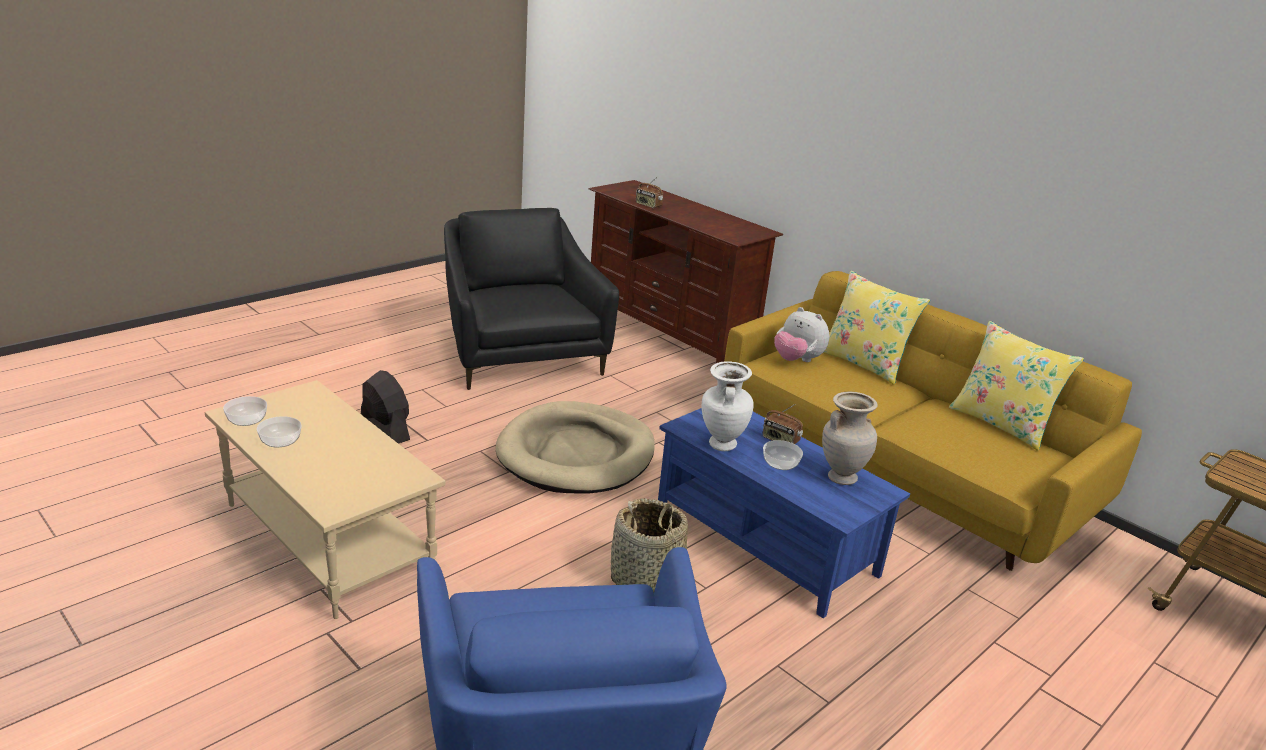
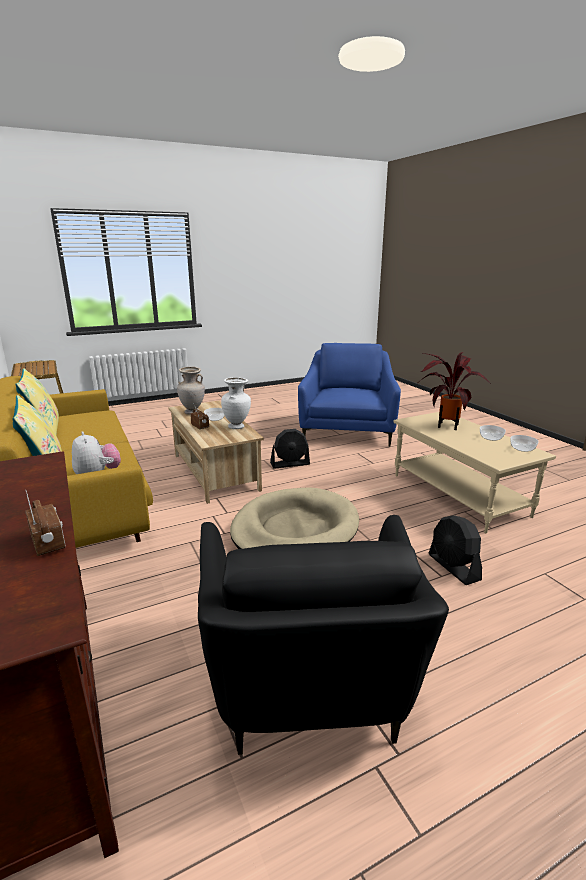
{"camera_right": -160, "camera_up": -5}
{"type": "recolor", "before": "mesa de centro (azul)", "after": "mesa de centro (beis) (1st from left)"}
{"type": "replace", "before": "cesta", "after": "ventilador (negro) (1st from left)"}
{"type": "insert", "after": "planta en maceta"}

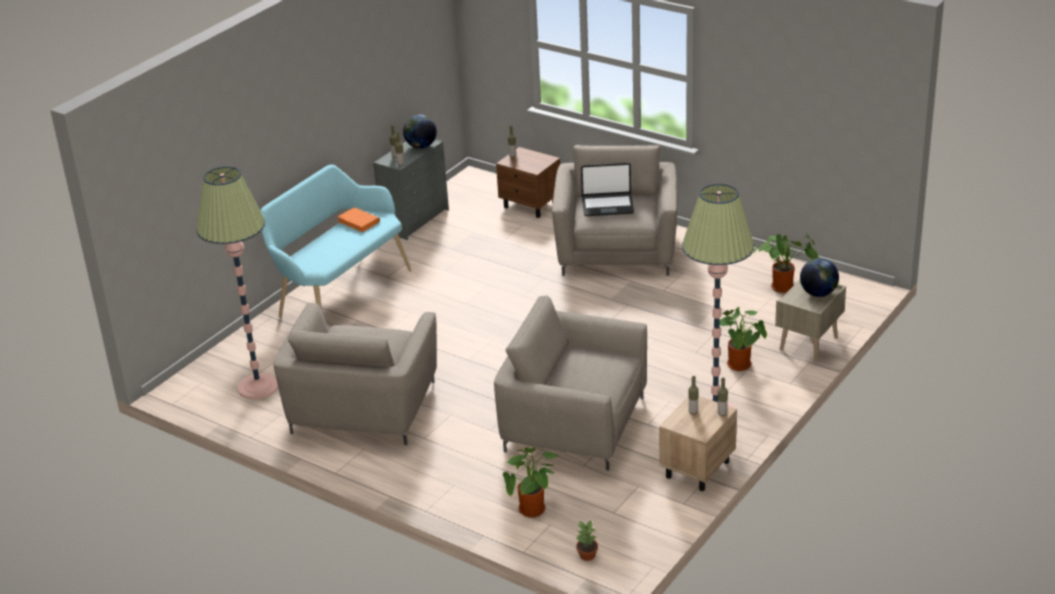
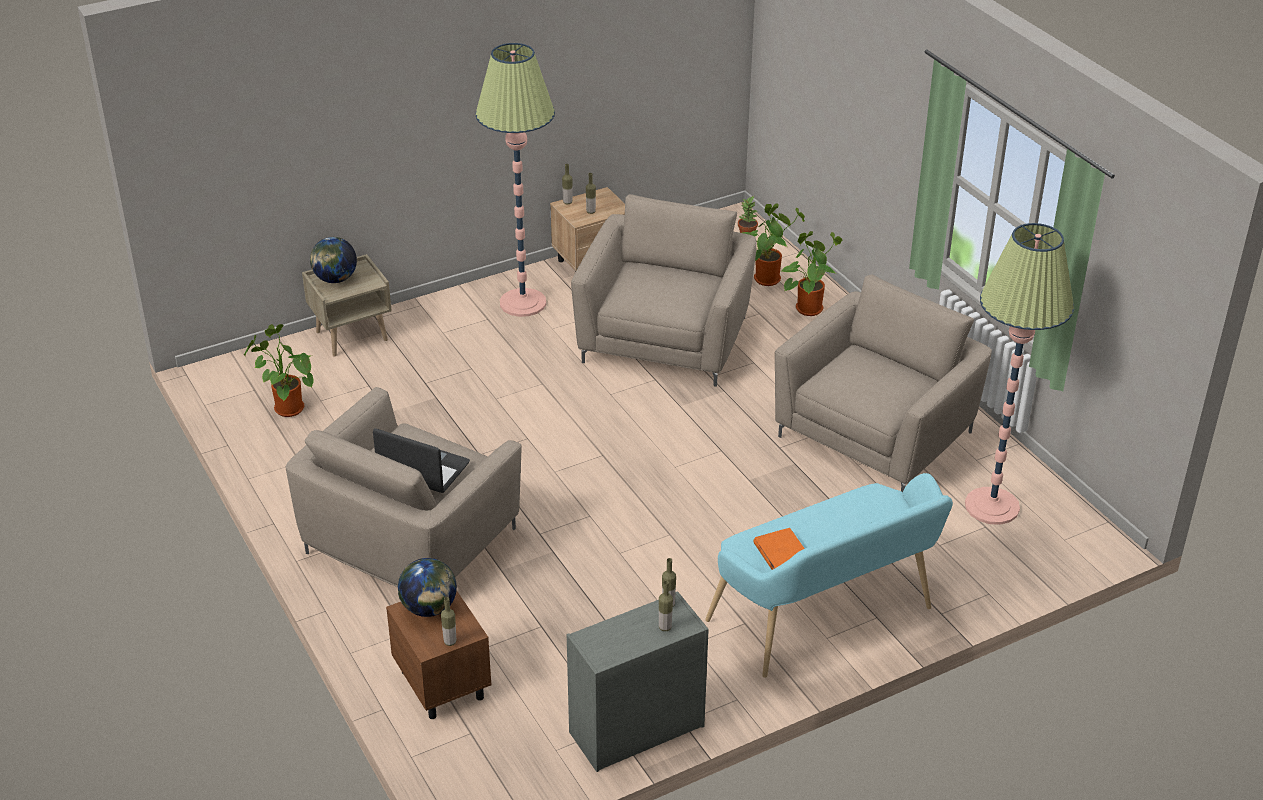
{"camera_right": -155, "camera_up": 5}
{"type": "move", "before": "globo terráqueo (1st from left in the first image)", "after": "globo terráqueo (2nd from left)"}
{"type": "rotate", "before": "sillón (beis) (2nd from left)", "turn": -120}
{"type": "move", "before": "planta en maceta (3rd from left in the first image)", "after": "planta en maceta (4th from left)"}

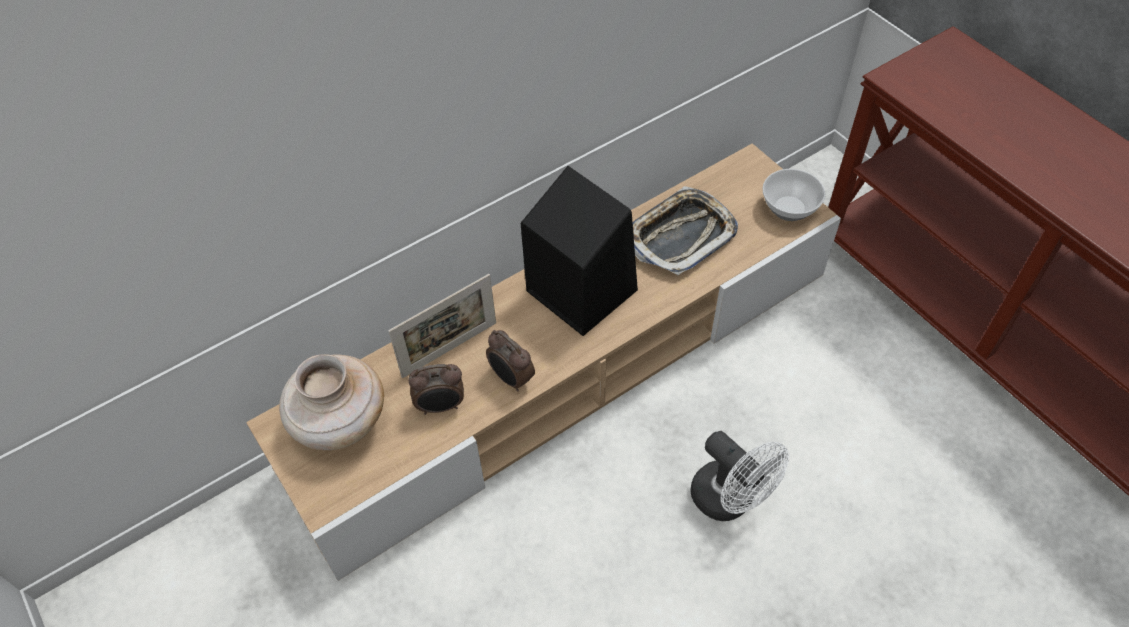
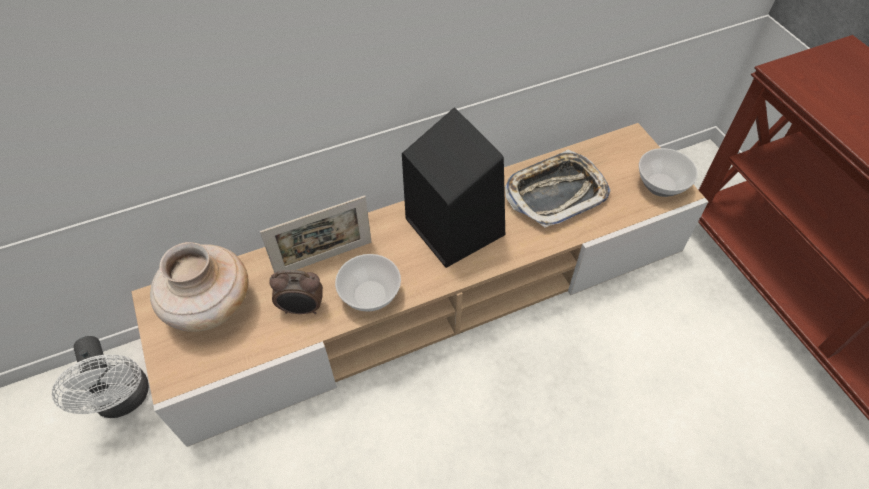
{"camera_right": 10, "camera_up": 0}
{"type": "move", "before": "ventilador (blanco)"}
{"type": "replace", "before": "despertador (2nd from left)", "after": "cuenco (1st from left)"}

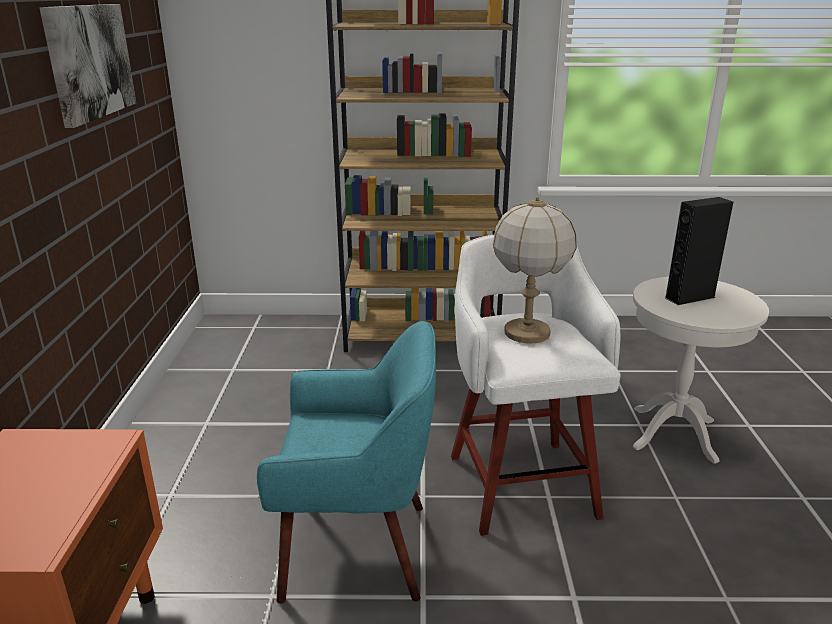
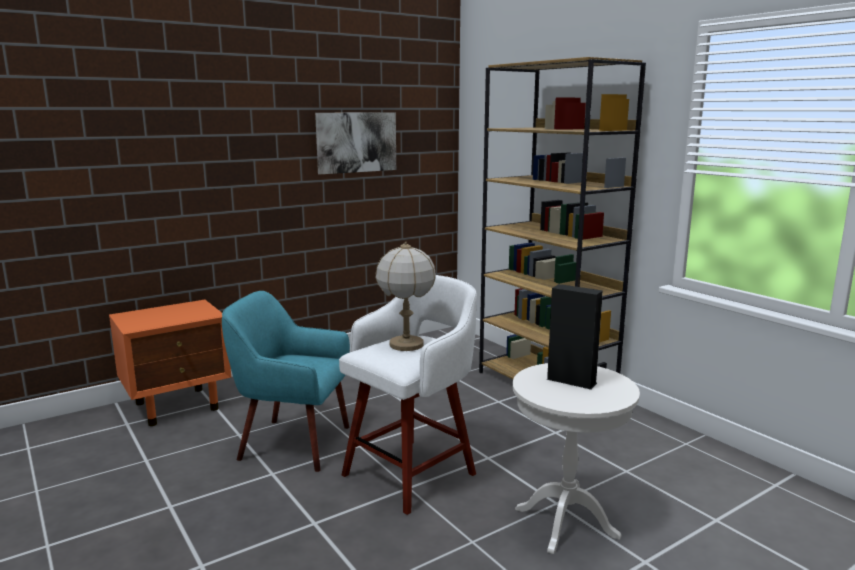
{"camera_right": 55, "camera_up": -10}
{"type": "rotate", "before": "sillón (turquesa)", "turn": 135}

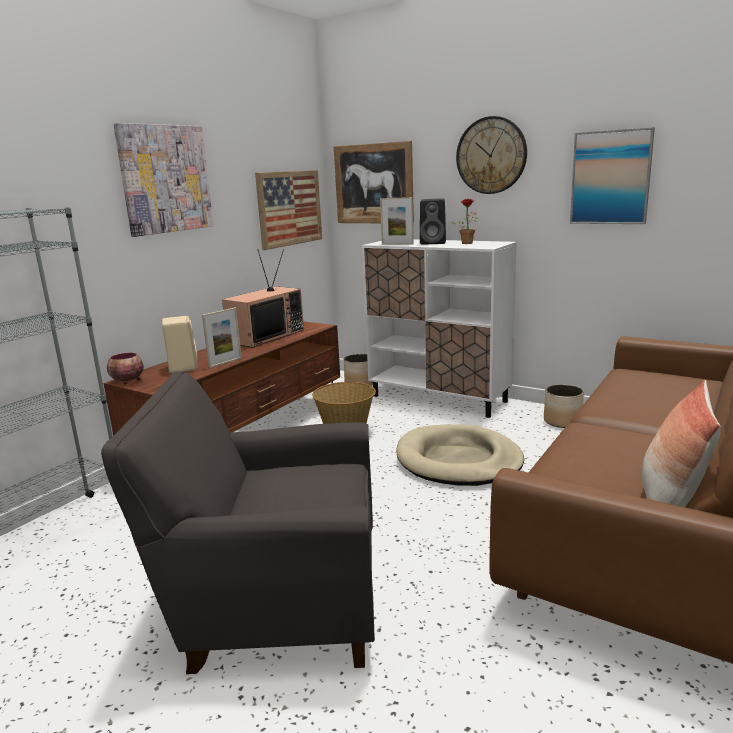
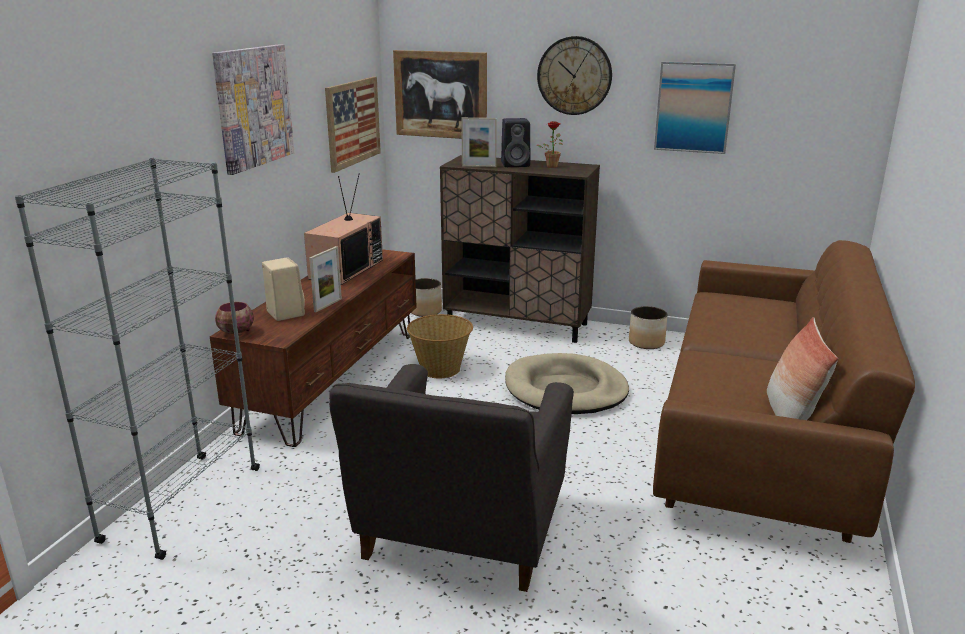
{"camera_right": -15, "camera_up": 5}
{"type": "rotate", "before": "sillón (gris)", "turn": -60}
{"type": "recolor", "before": "armario (blanco)", "after": "armario (marrón)"}

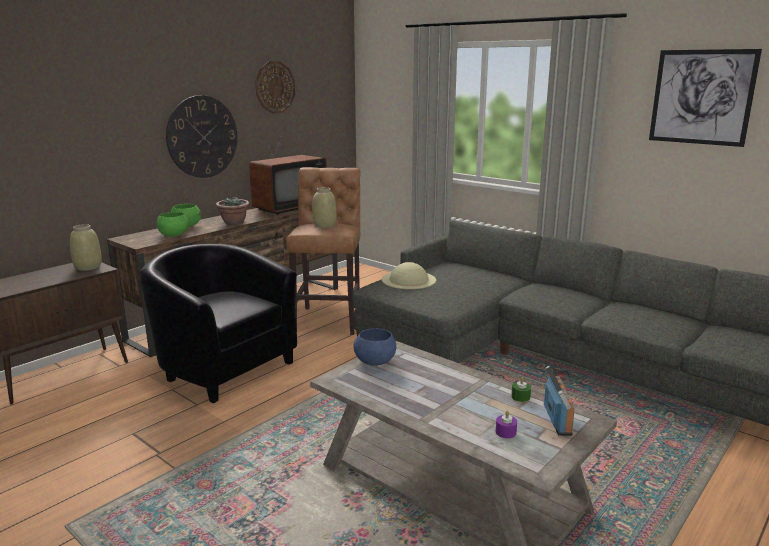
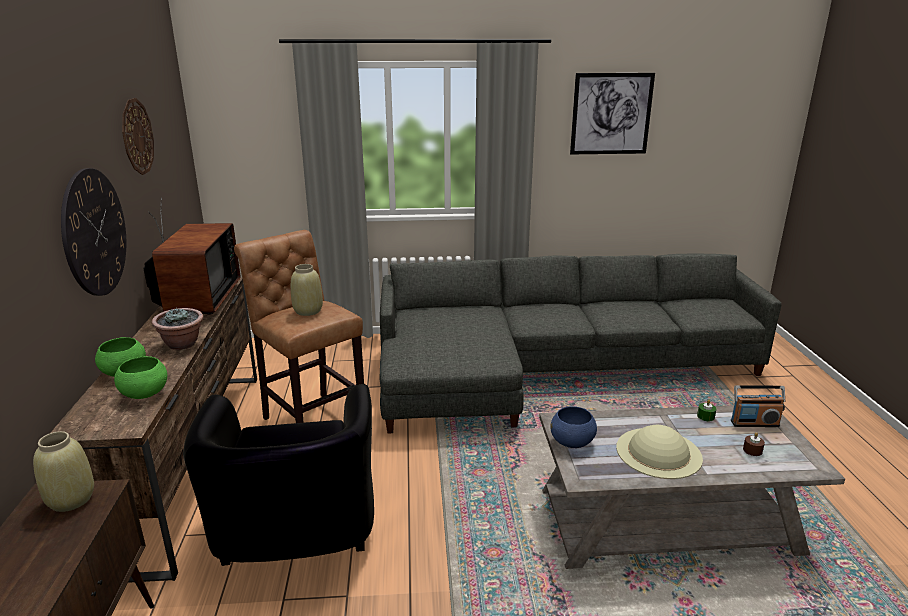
{"camera_right": -45, "camera_up": 5}
{"type": "rotate", "before": "sillón (negro)", "turn": -90}
{"type": "move", "before": "sombrero (beis)"}
{"type": "rotate", "before": "radio", "turn": 135}
{"type": "recolor", "before": "vela (morado)", "after": "vela (marrón)"}

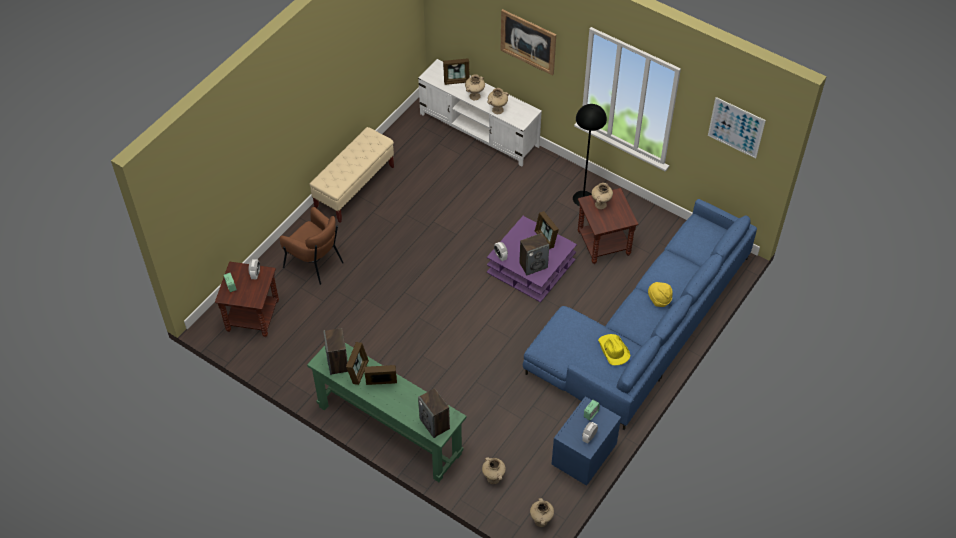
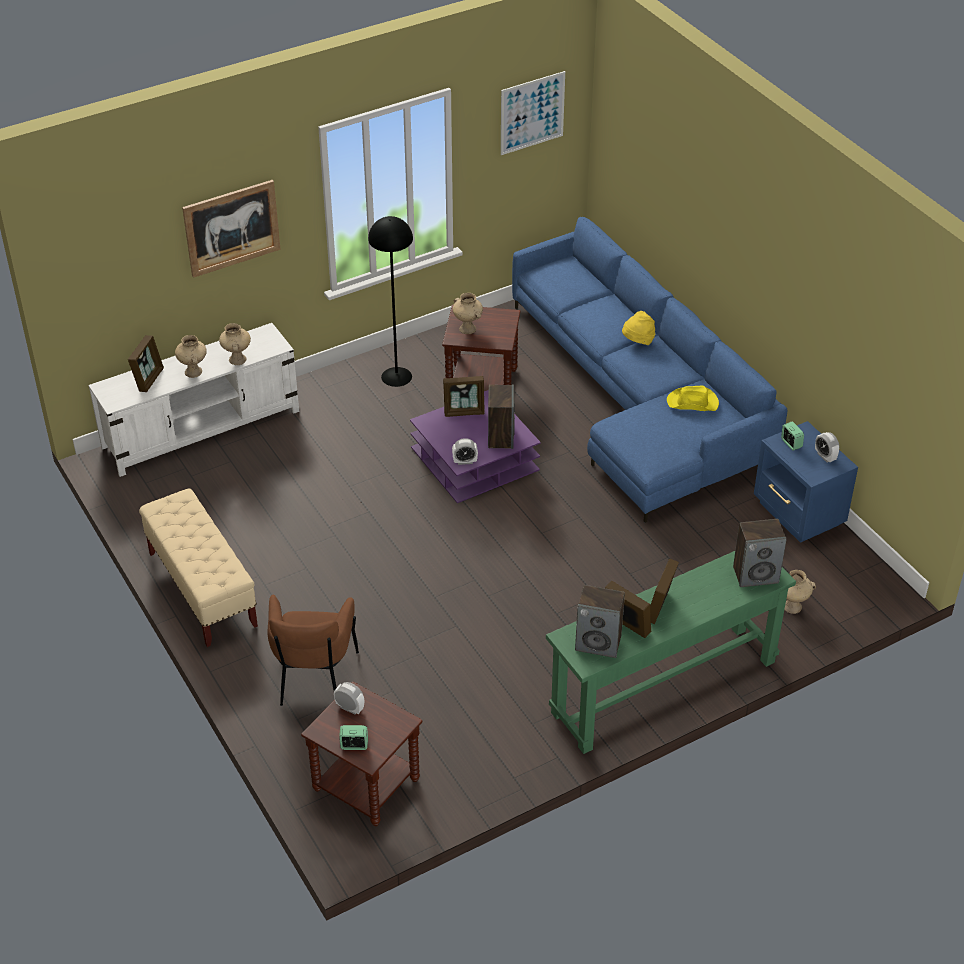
{"camera_right": -65, "camera_up": -10}
{"type": "rotate", "before": "sillón (marrón)", "turn": 120}
{"type": "delete", "before": "florero (beis) (4th from left)"}

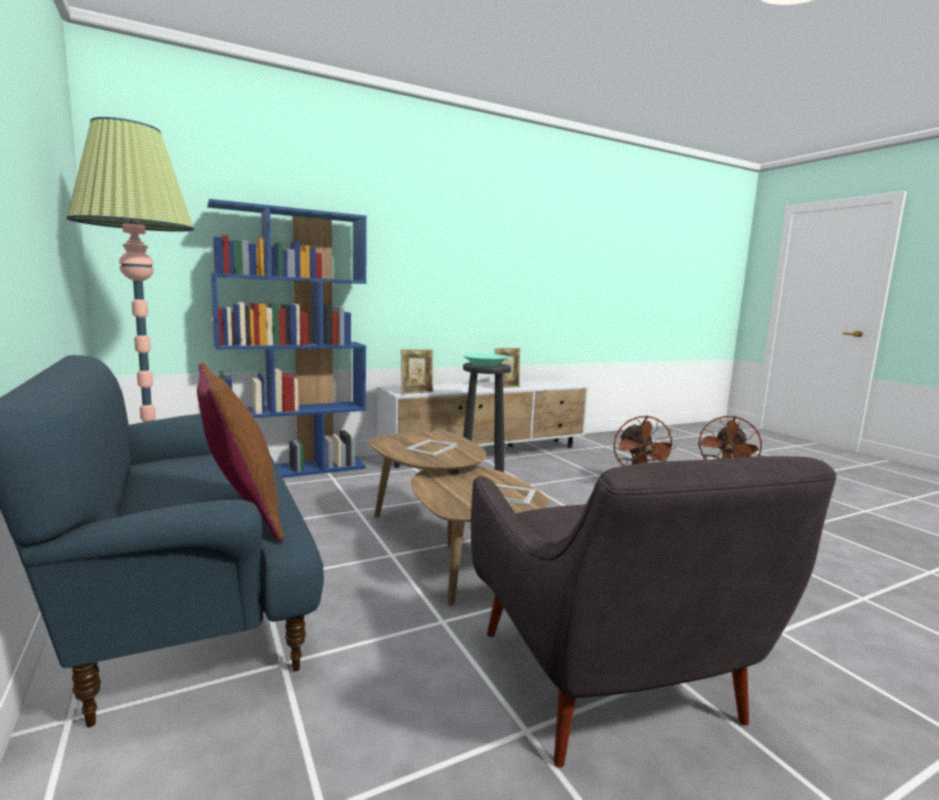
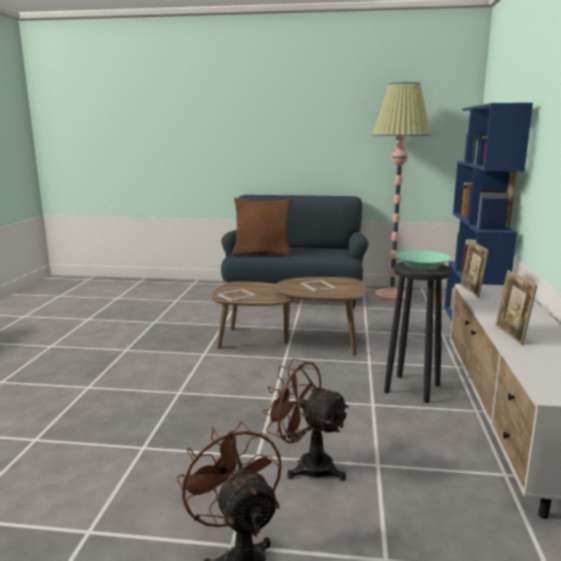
{"camera_right": 125, "camera_up": 5}
{"type": "delete", "before": "sillón (gris)"}

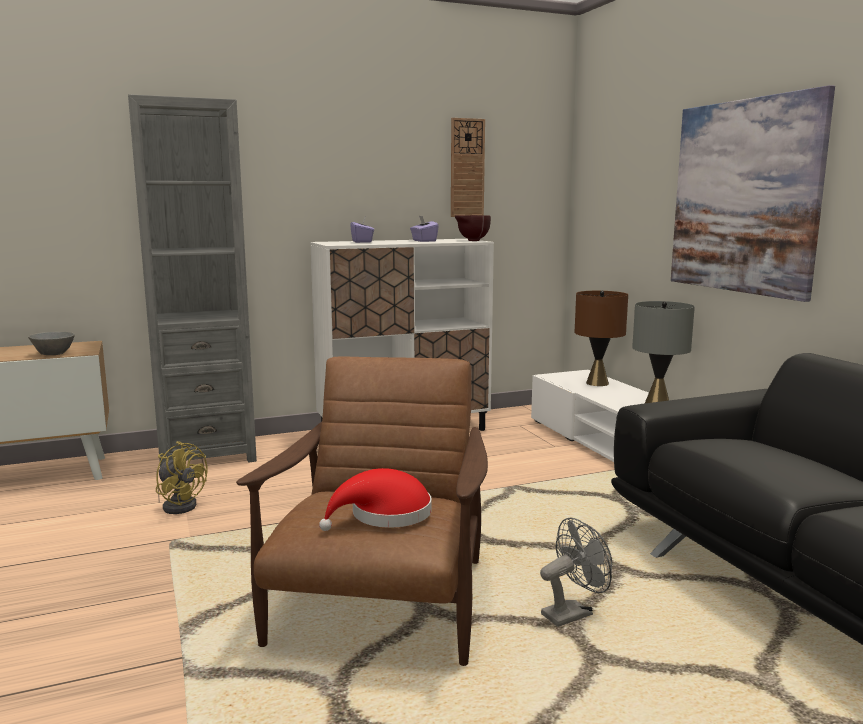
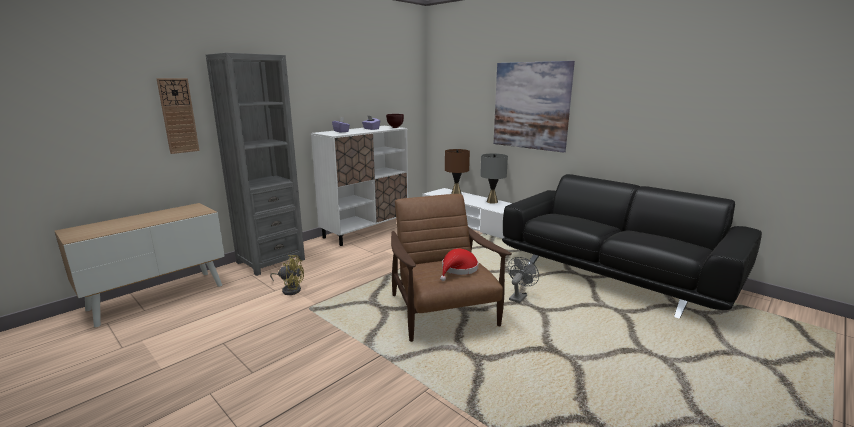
{"camera_right": -25, "camera_up": 5}
{"type": "move", "before": "reloj de pared"}
{"type": "delete", "before": "cuenco (gris)"}

